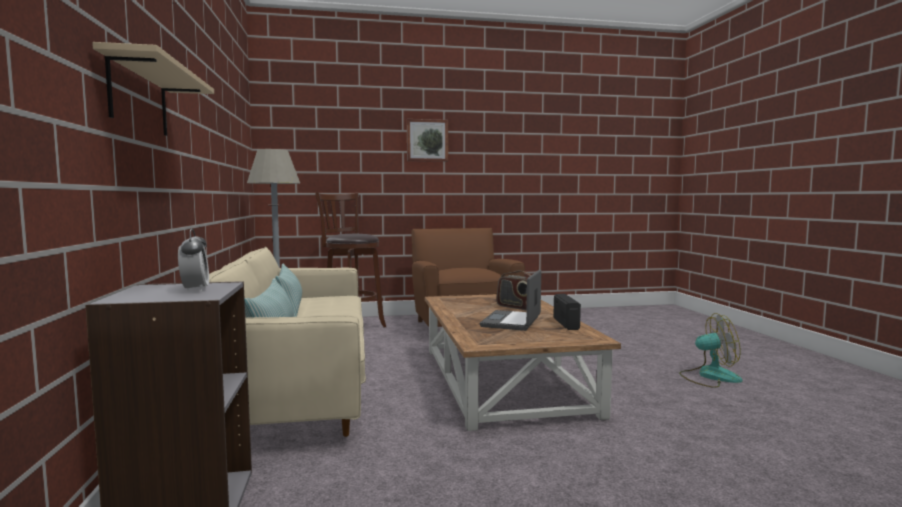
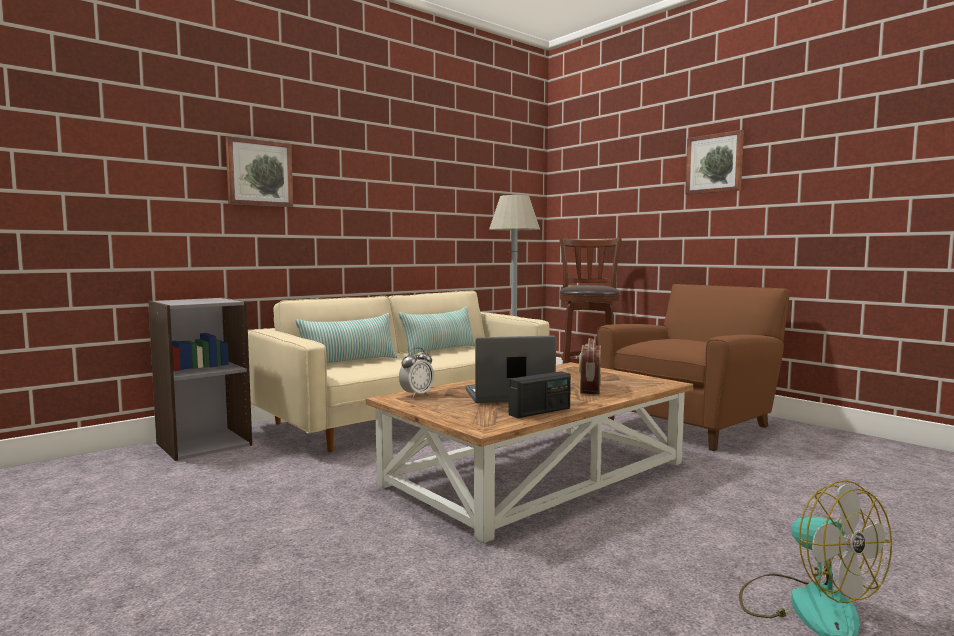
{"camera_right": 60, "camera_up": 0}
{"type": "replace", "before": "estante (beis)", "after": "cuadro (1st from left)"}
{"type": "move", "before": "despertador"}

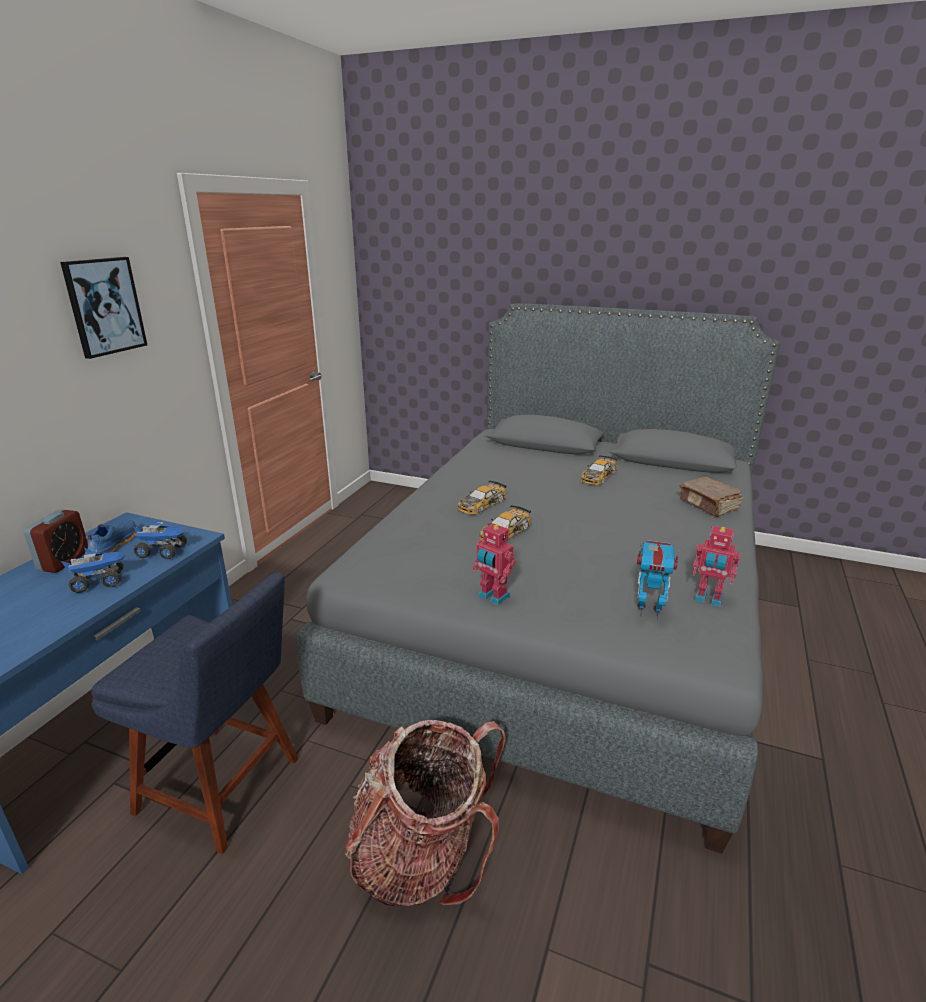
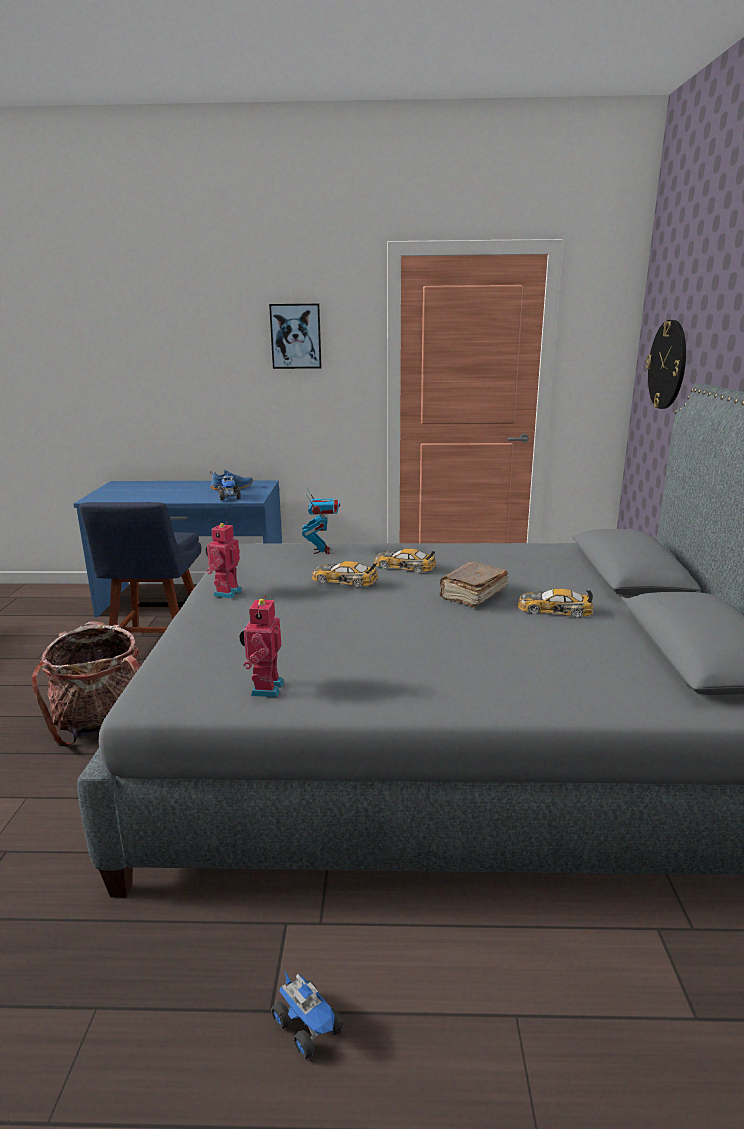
{"camera_right": 70, "camera_up": -5}
{"type": "move", "before": "camión de juguete (1st from left in the first image)", "after": "camión de juguete (2nd from left)"}
{"type": "move", "before": "robot de juguete (2nd from left in the first image)", "after": "robot de juguete (3rd from left)"}
{"type": "move", "before": "libro (marrón)"}
{"type": "insert", "after": "reloj de pared"}
{"type": "delete", "before": "despertador"}

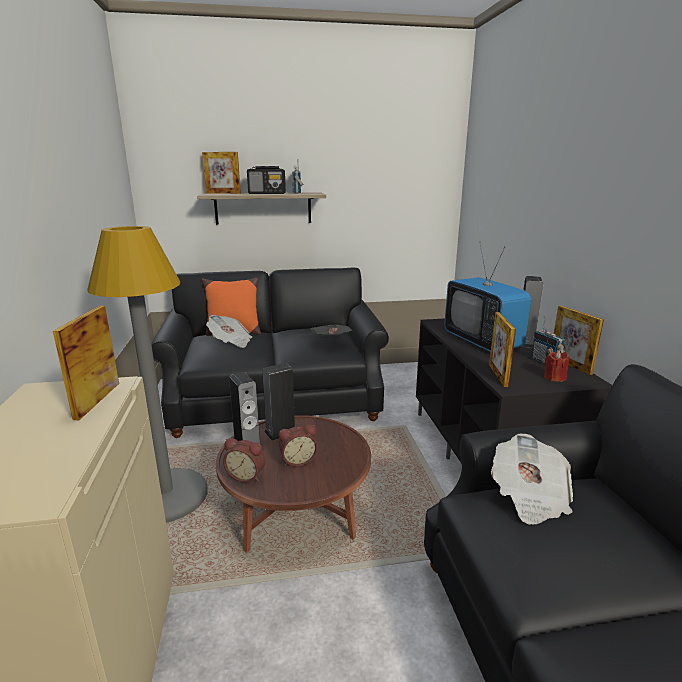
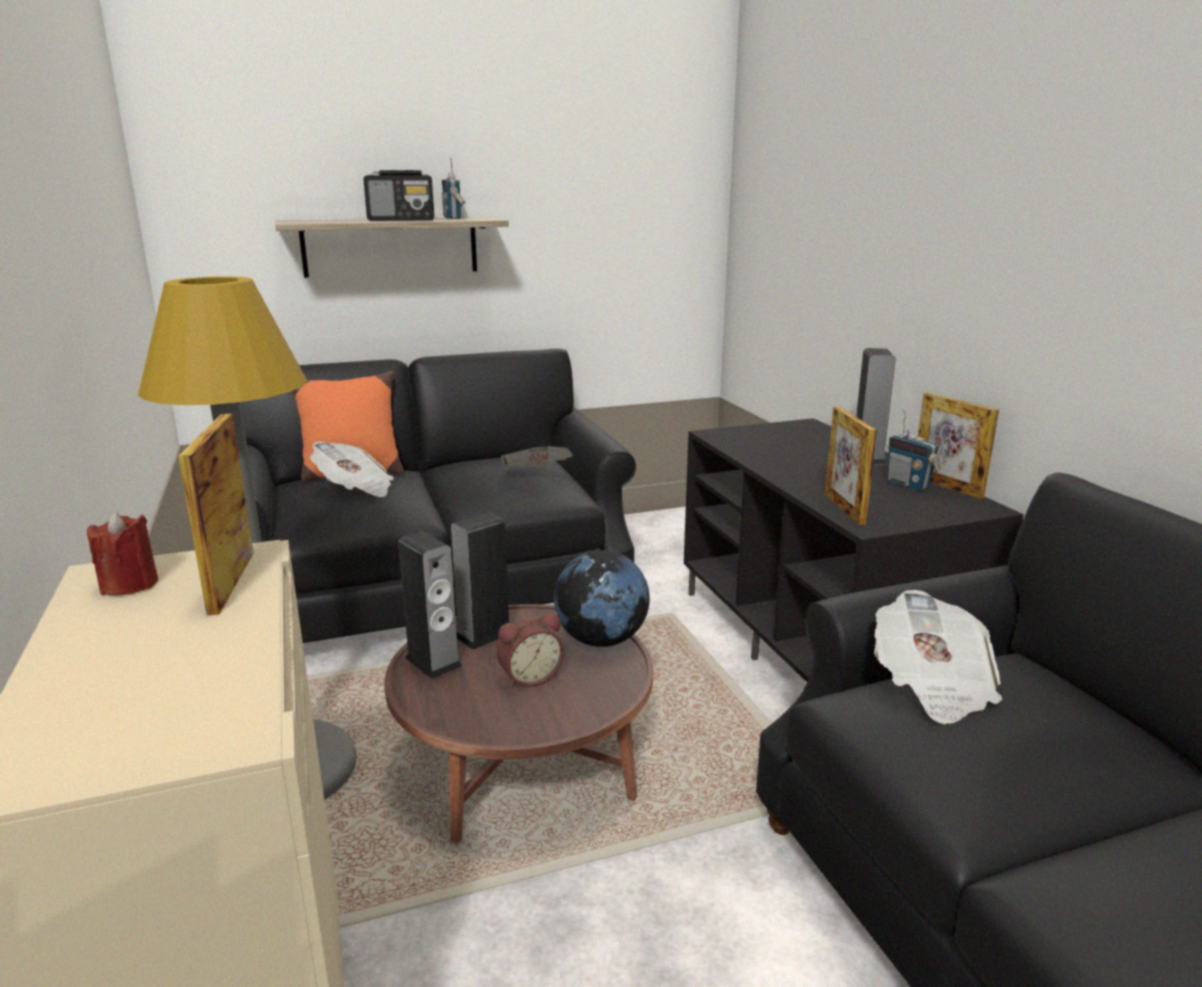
{"camera_right": -10, "camera_up": 0}
{"type": "move", "before": "vela (rojo)"}
{"type": "insert", "after": "globo terráqueo"}
{"type": "delete", "before": "portarretratos (2nd from left)"}
{"type": "delete", "before": "despertador (1st from left)"}
{"type": "delete", "before": "televisor"}

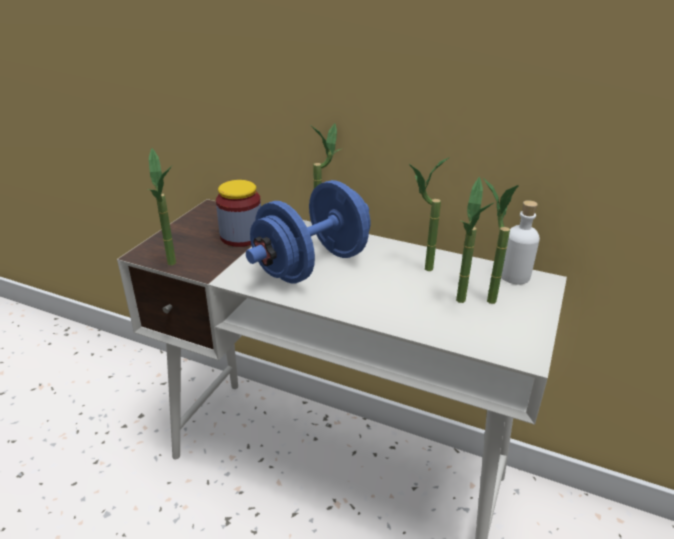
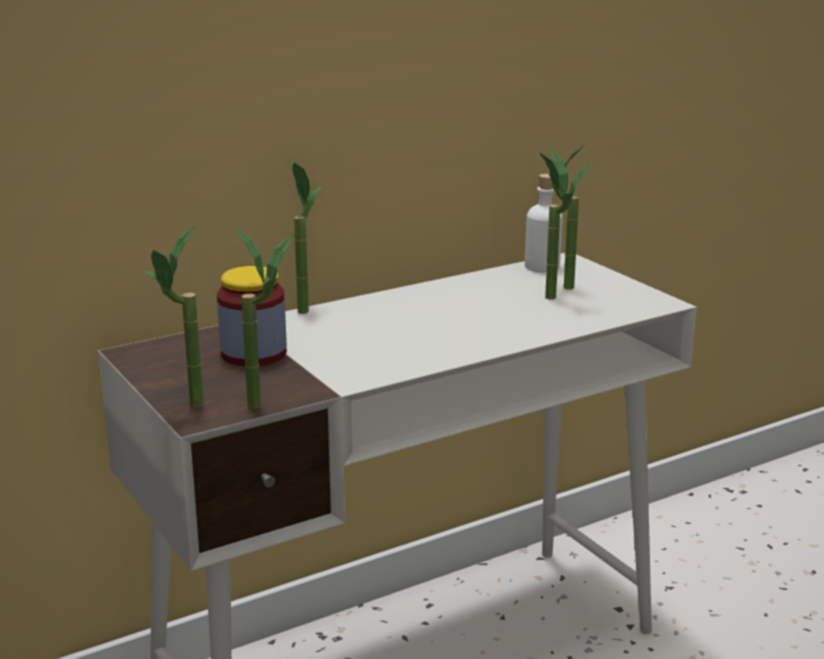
{"camera_right": -55, "camera_up": -10}
{"type": "move", "before": "planta en maceta (3rd from left in the first image)", "after": "planta en maceta (1st from left)"}
{"type": "delete", "before": "mancuerna (azul)"}

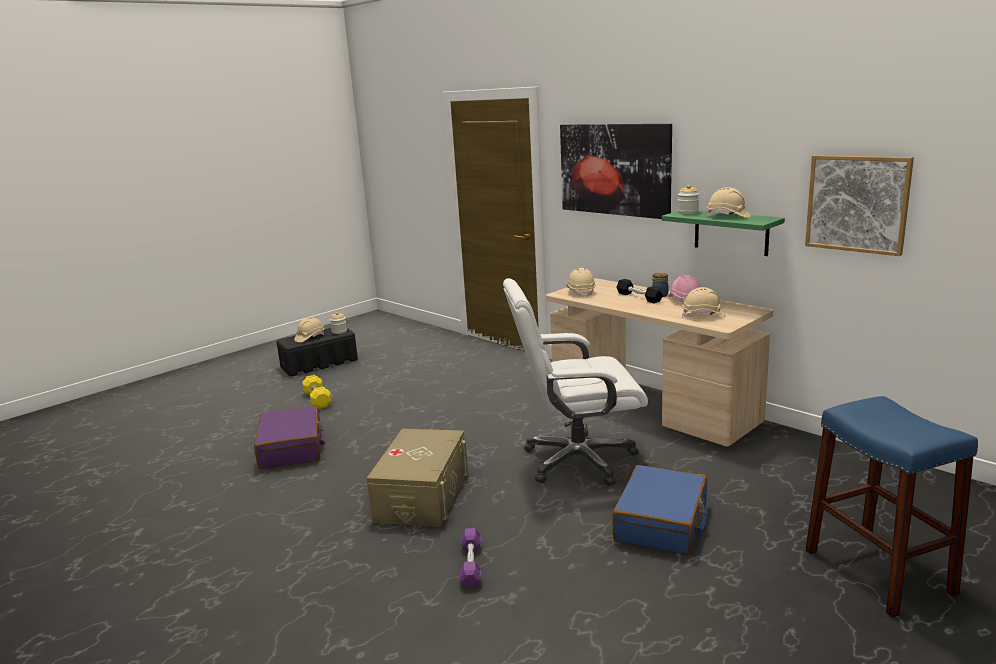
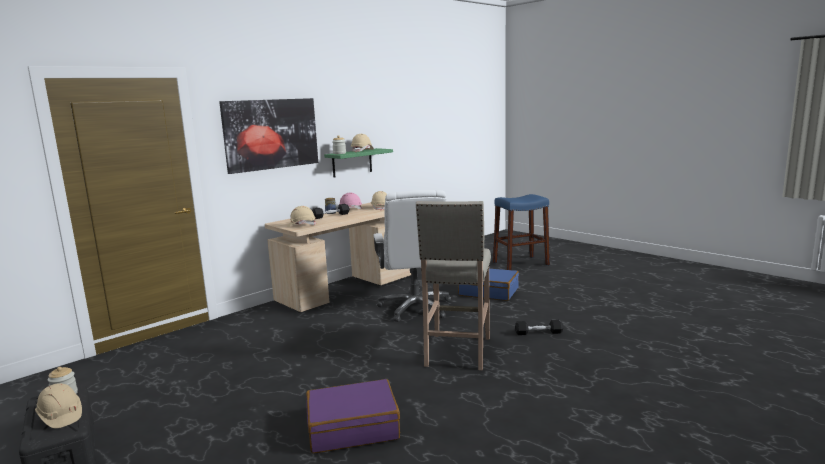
{"camera_right": -90, "camera_up": -5}
{"type": "replace", "before": "caja de almacenaje (beis)", "after": "taburete (beis)"}
{"type": "recolor", "before": "mancuerna (morado)", "after": "mancuerna (negro) (2nd from left)"}
{"type": "delete", "before": "mancuerna (amarillo)"}
{"type": "delete", "before": "cuadro (2nd from left)"}

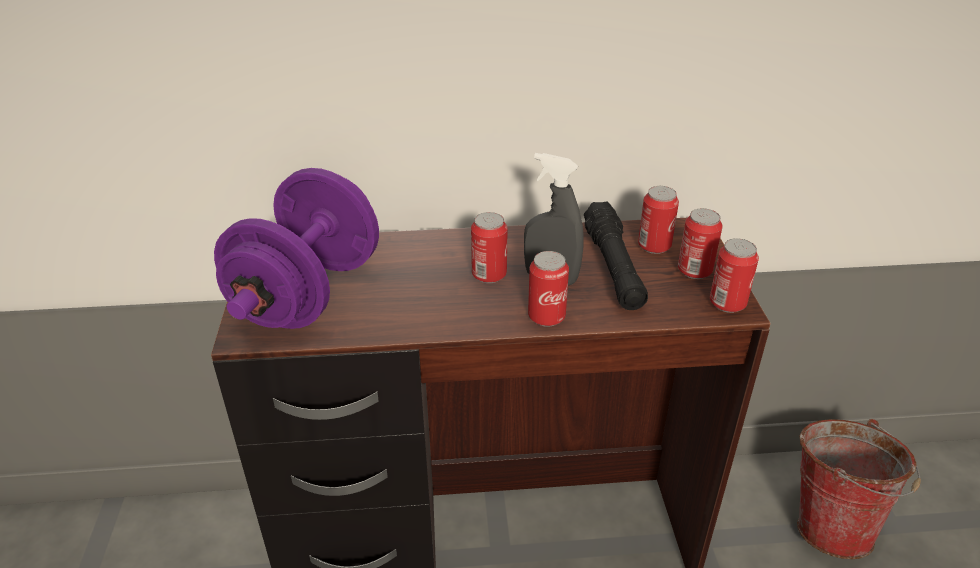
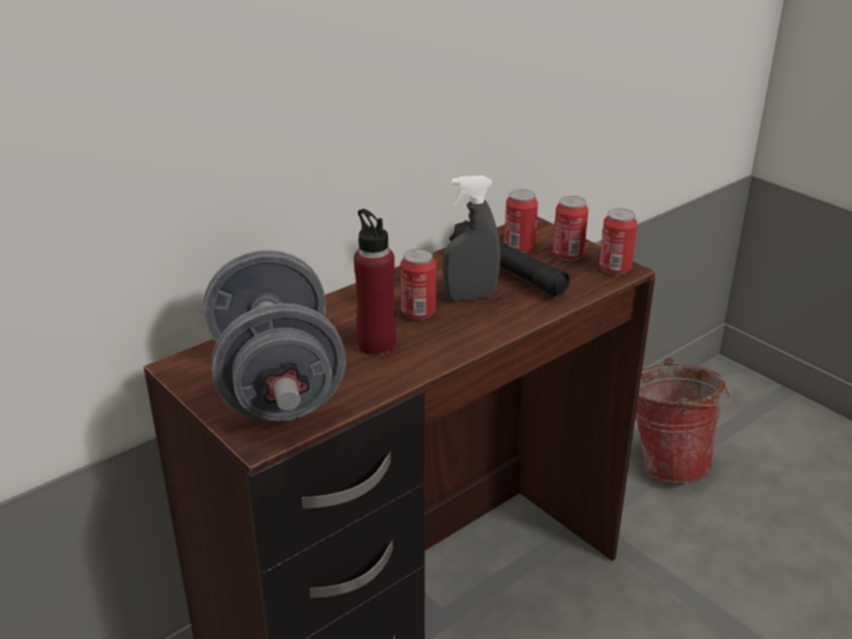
{"camera_right": -35, "camera_up": -5}
{"type": "recolor", "before": "mancuerna (morado)", "after": "mancuerna (gris)"}
{"type": "insert", "after": "botella (rojo)"}
{"type": "delete", "before": "lata (2nd from left)"}

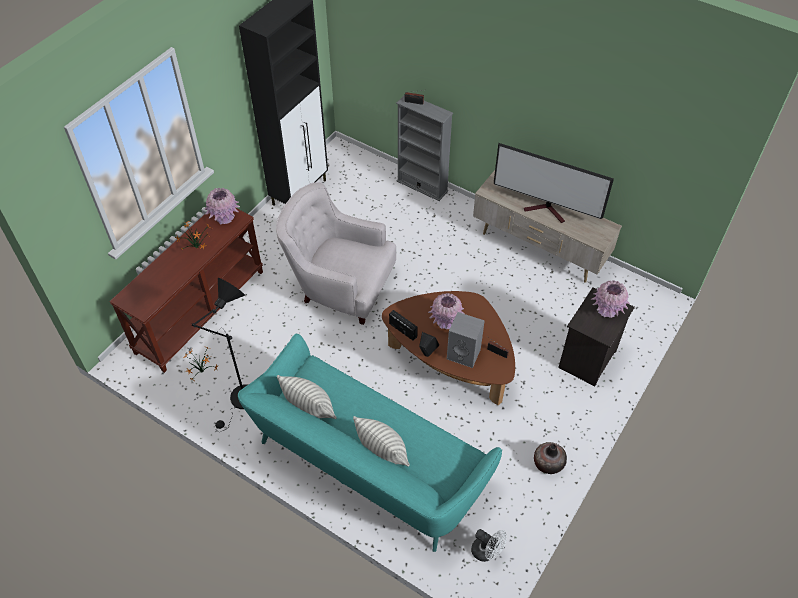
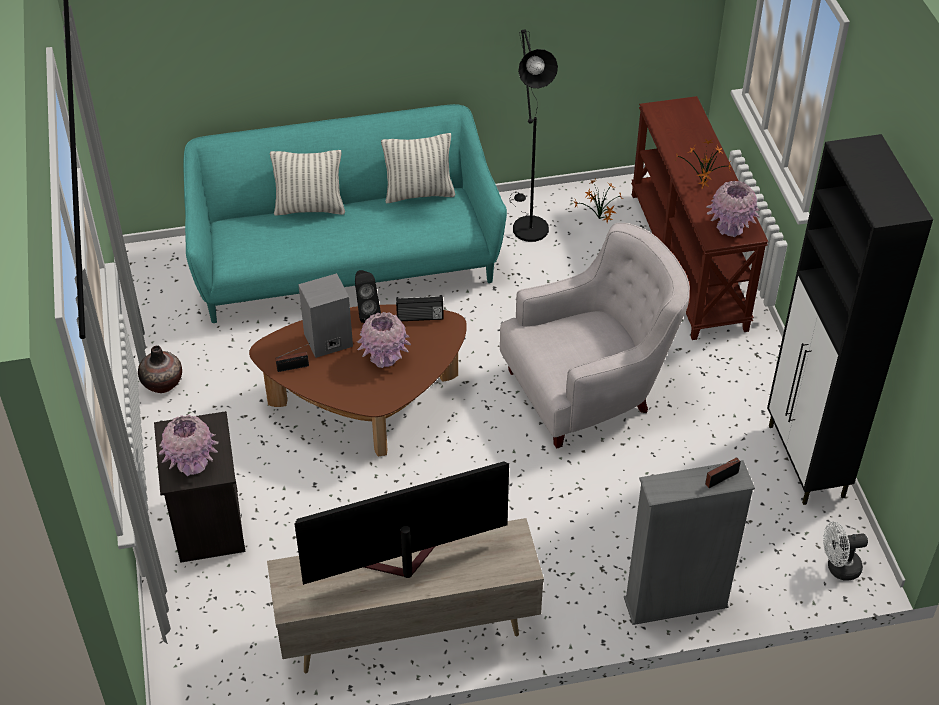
{"camera_right": 135, "camera_up": -5}
{"type": "move", "before": "ventilador (blanco)"}

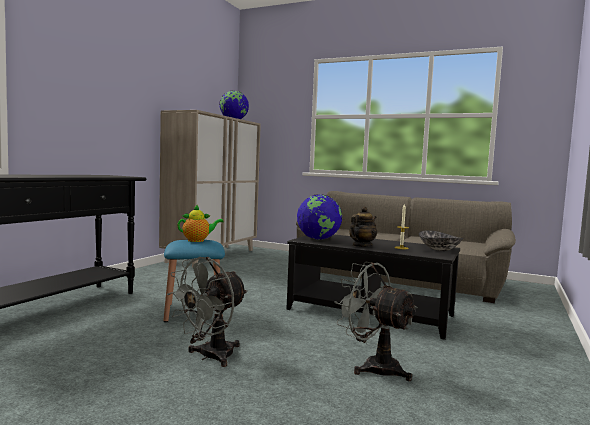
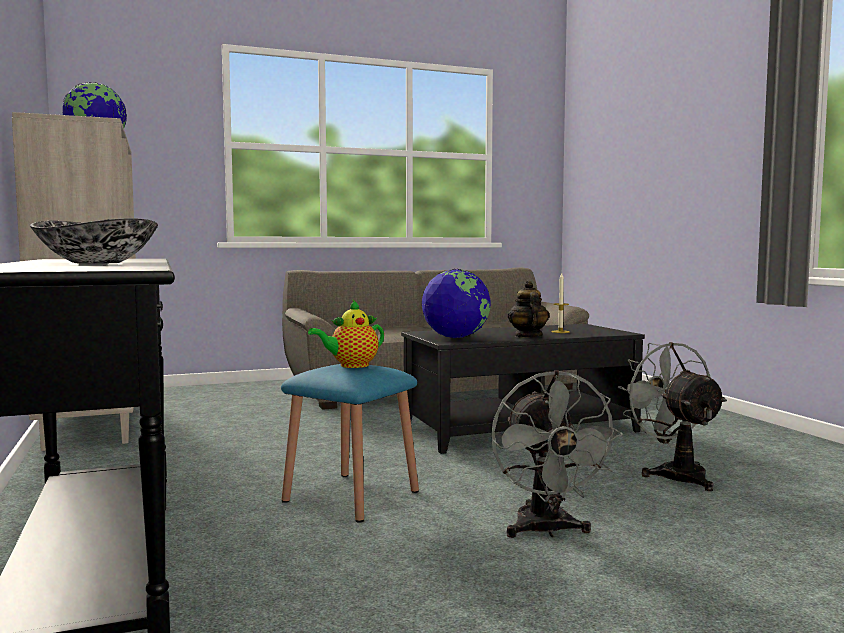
{"camera_right": -45, "camera_up": 0}
{"type": "move", "before": "cuenco"}
{"type": "rotate", "before": "tetera (1st from left)", "turn": -150}
{"type": "rotate", "before": "ventilador (gris) (2nd from left)", "turn": 75}

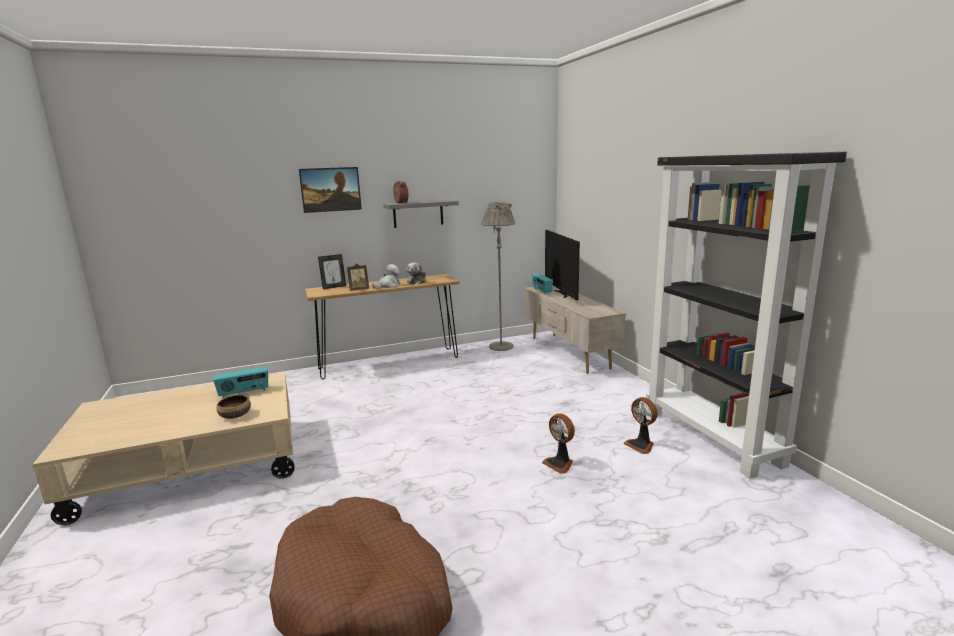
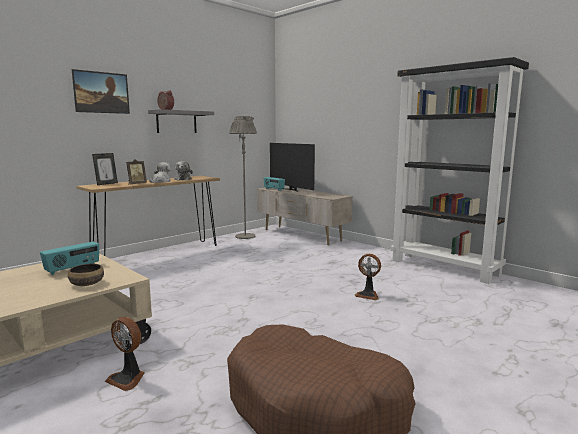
{"camera_right": -25, "camera_up": -5}
{"type": "move", "before": "ventilador (2nd from left in the first image)", "after": "ventilador (1st from left)"}

